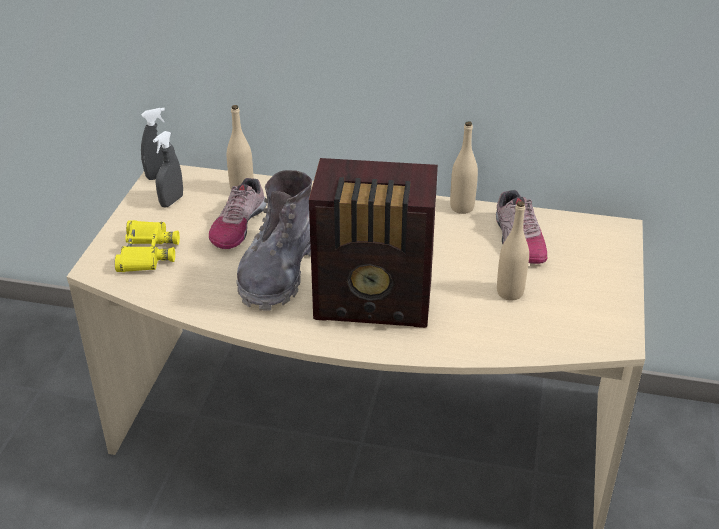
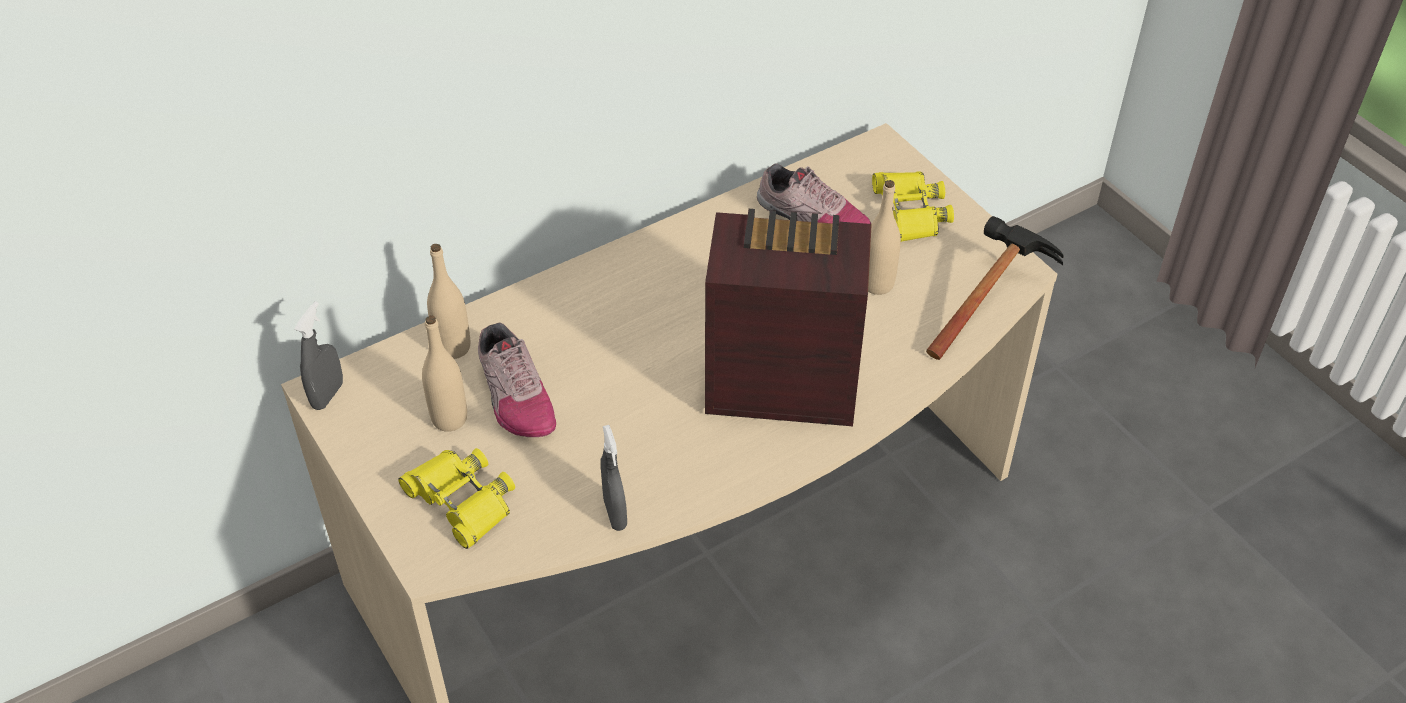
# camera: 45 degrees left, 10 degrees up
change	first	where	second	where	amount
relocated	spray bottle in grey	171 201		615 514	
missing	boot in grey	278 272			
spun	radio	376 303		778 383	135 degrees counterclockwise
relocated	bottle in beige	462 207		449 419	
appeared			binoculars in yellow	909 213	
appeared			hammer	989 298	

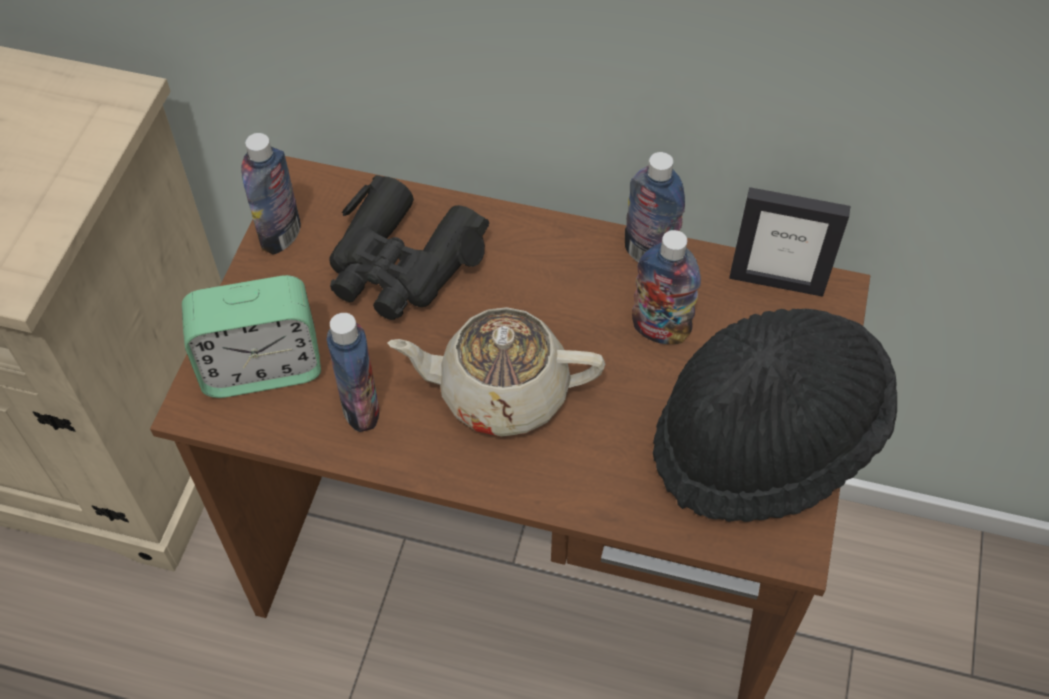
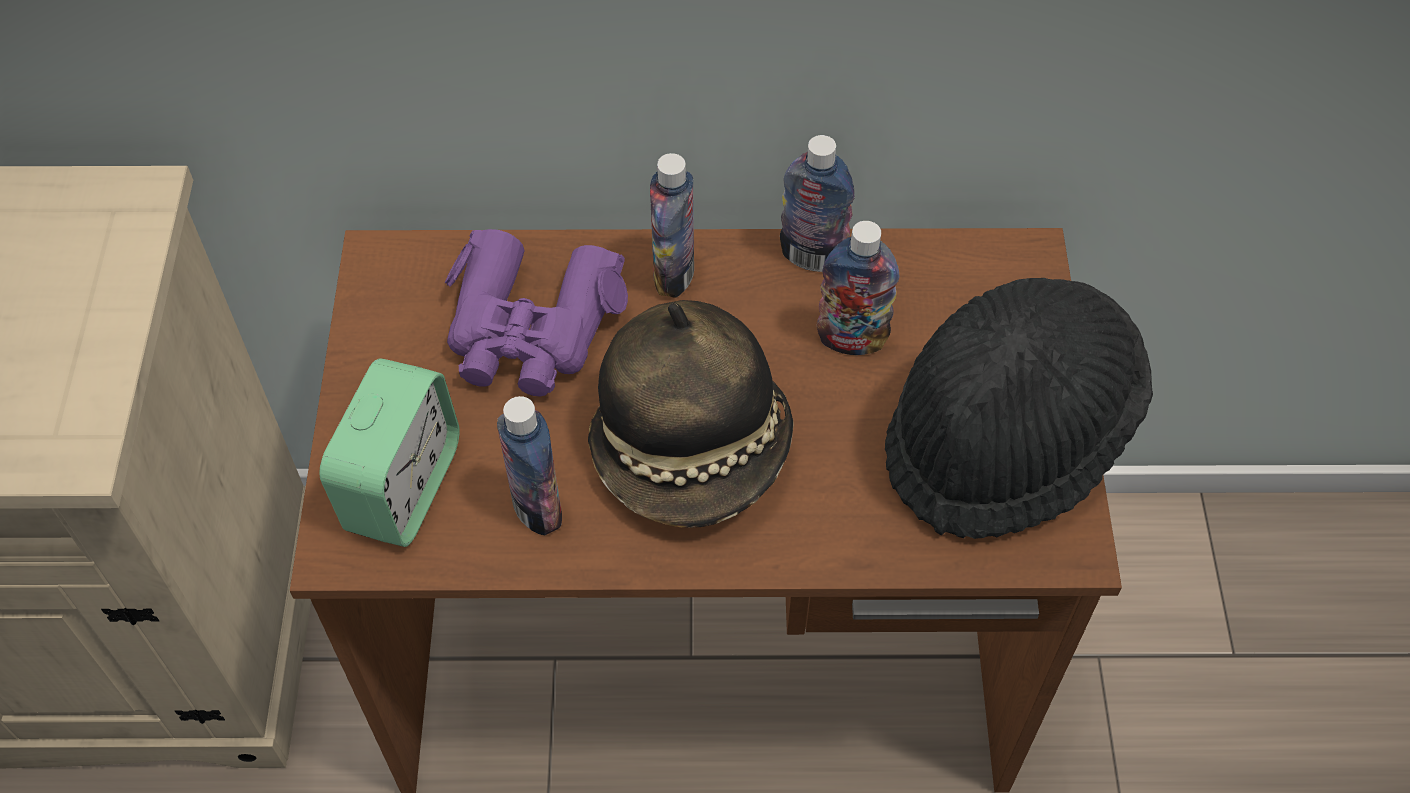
# camera: 15 degrees left, 0 degrees up
change	first	where	second	where	amount
spun	alarm clock	262 367		403 487	45 degrees counterclockwise
relocated	bottle	281 235		674 274	
colour	binoculars in black	401 264	binoculars in purple	530 329	
exchanged	teapot in beige	500 391	hat	694 450	
missing	picture frame	776 281			

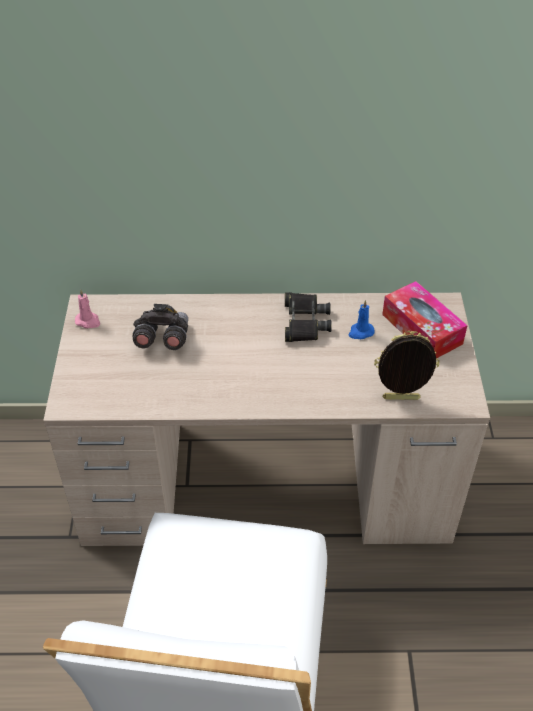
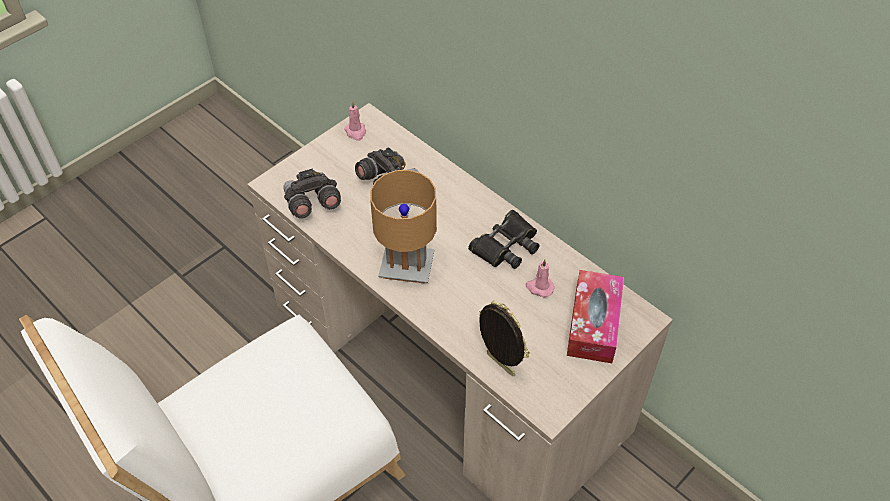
# camera: 45 degrees right, 5 degrees up
change	first	where	second	where	amount
colour	candle in blue	360 332	candle in pink	539 287	
appeared			binoculars in grey	312 204	
appeared			table lamp in brown	407 266	

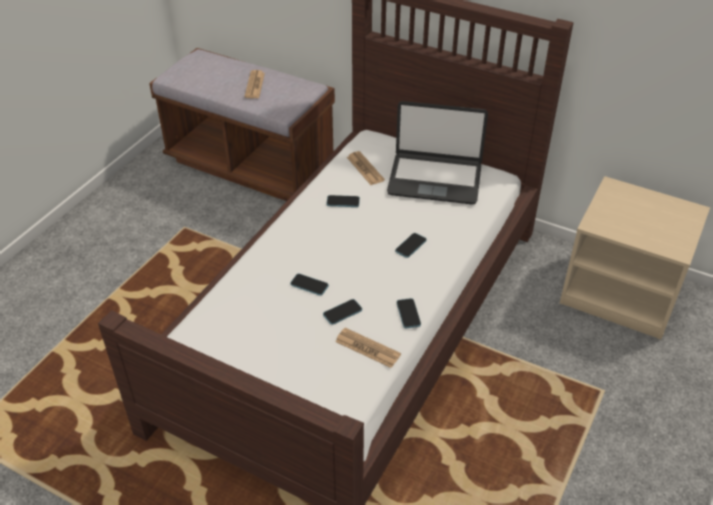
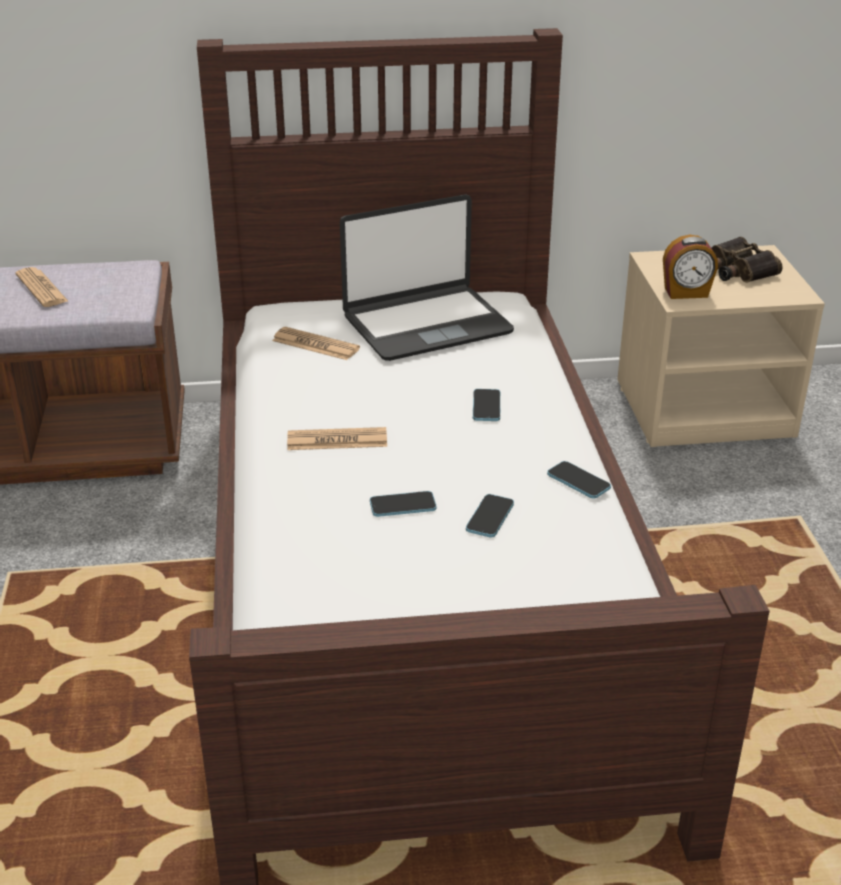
# camera: 35 degrees left, 10 degrees down
change	first	where	second	where	amount
missing	phone	343 202			
relocated	newspaper	367 348		337 440	
appeared			alarm clock	686 293	
appeared			binoculars	736 270	

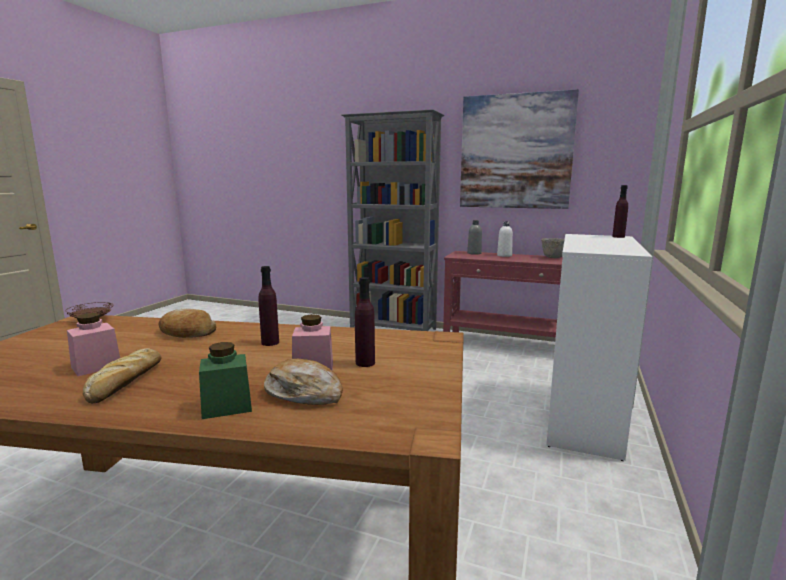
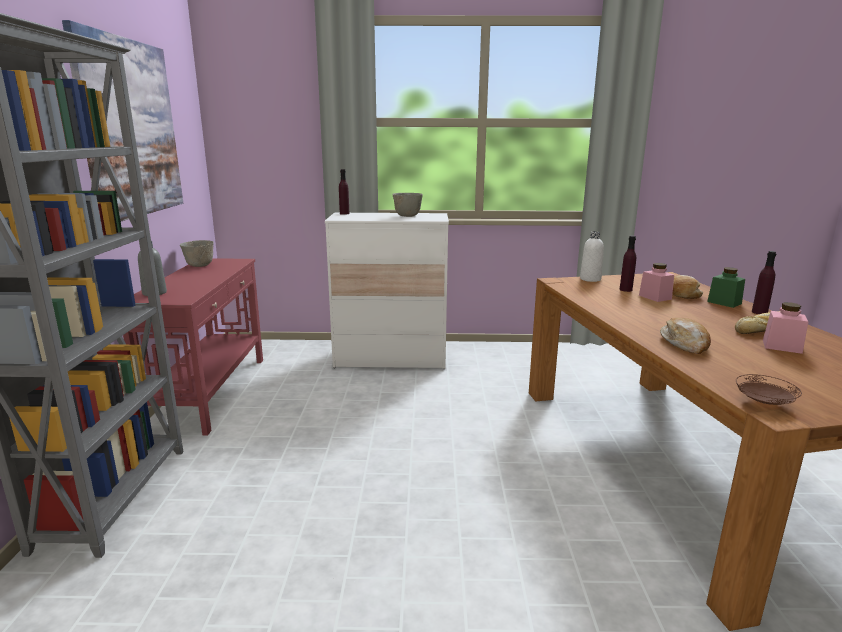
# camera: 110 degrees left, 5 degrees up
change	first	where	second	where	amount
relocated	bottle in purple	270 342		759 312	
relocated	bottle in white	504 255		590 279	
appeared			bowl in grey	407 216	

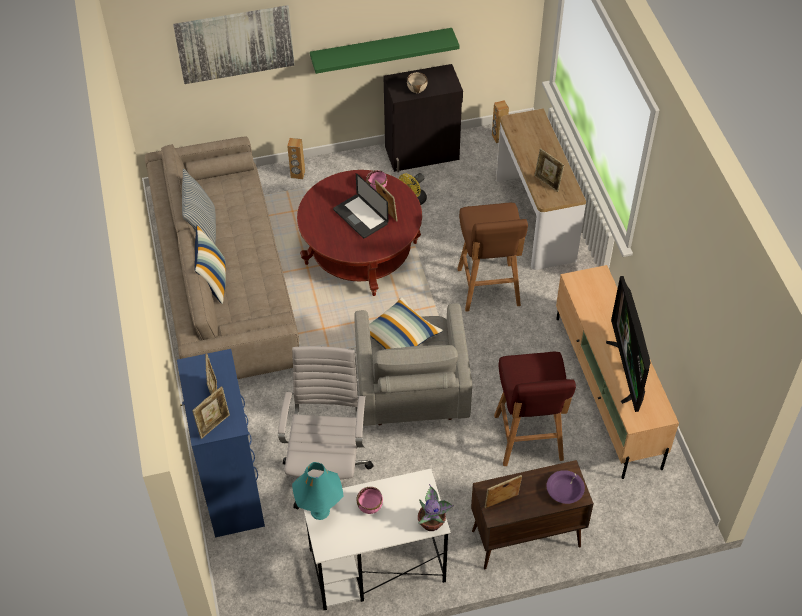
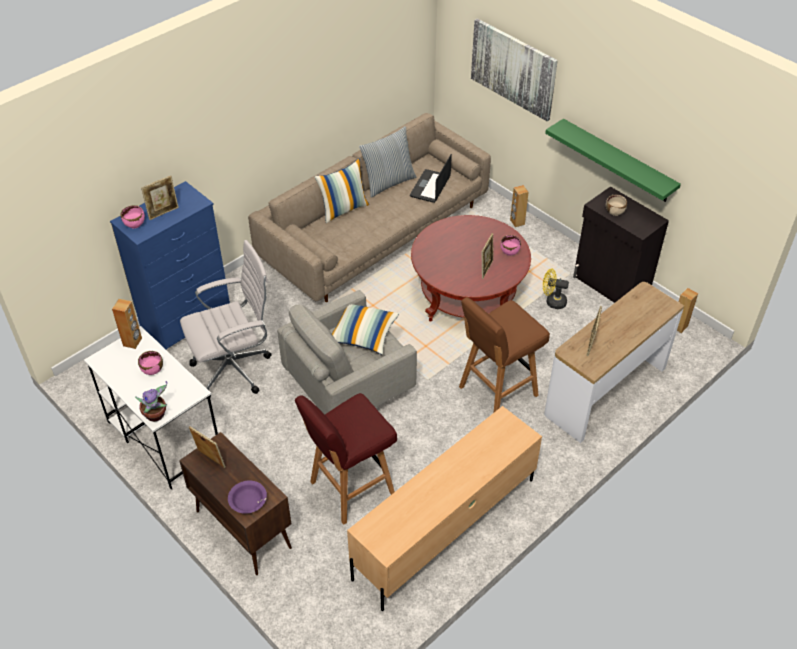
# camera: 60 degrees right, 5 degrees down
change	first	where	second	where	amount
exchanged	picture frame	214 425	bowl in pink	135 224	
exchanged	table lamp in turquoise	320 511	speaker in brown	132 342	
relocated	laptop	360 217		430 187	
missing	television	627 370			

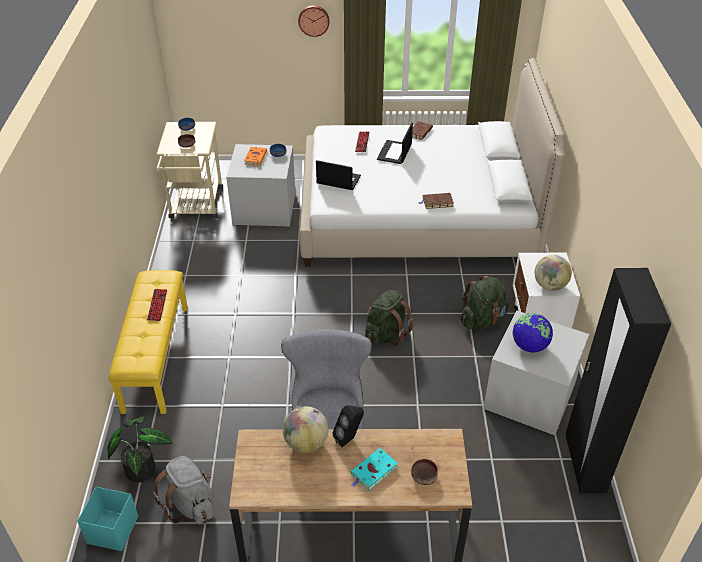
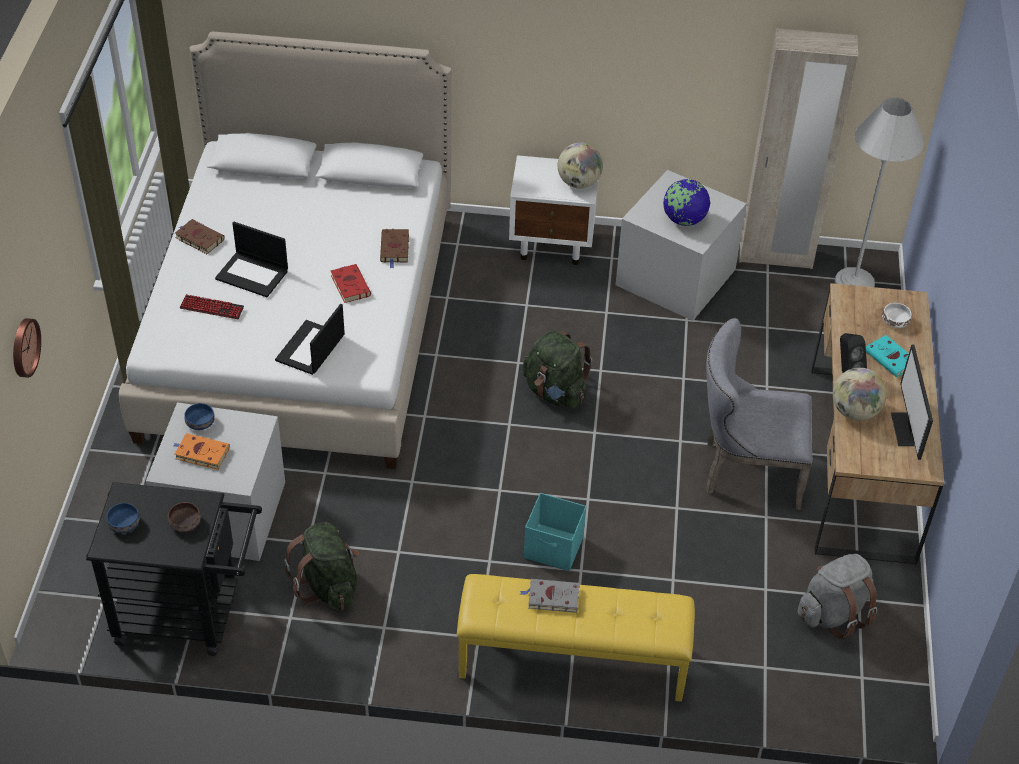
# camera: 85 degrees left, 5 degrees up
change	first	where	second	where	amount
relocated	storage box in turquoise	112 530		554 548	
missing	potted plant	143 467			
exchanged	keyboard	157 305	book in grey	551 597	
colour	cart in beige	196 206	cart in black	189 614	
relocated	wall clock	313 20		23 347	
colour	bowl in brown	423 477	bowl in white	895 321	
relocated	backpack in green	482 320		328 585	
colour	wardrobe in black	584 464	wardrobe in beige	775 256	
appeared			book in red	350 285	
appeared			floor lamp in white	854 282	
appeared			monitor	908 430	

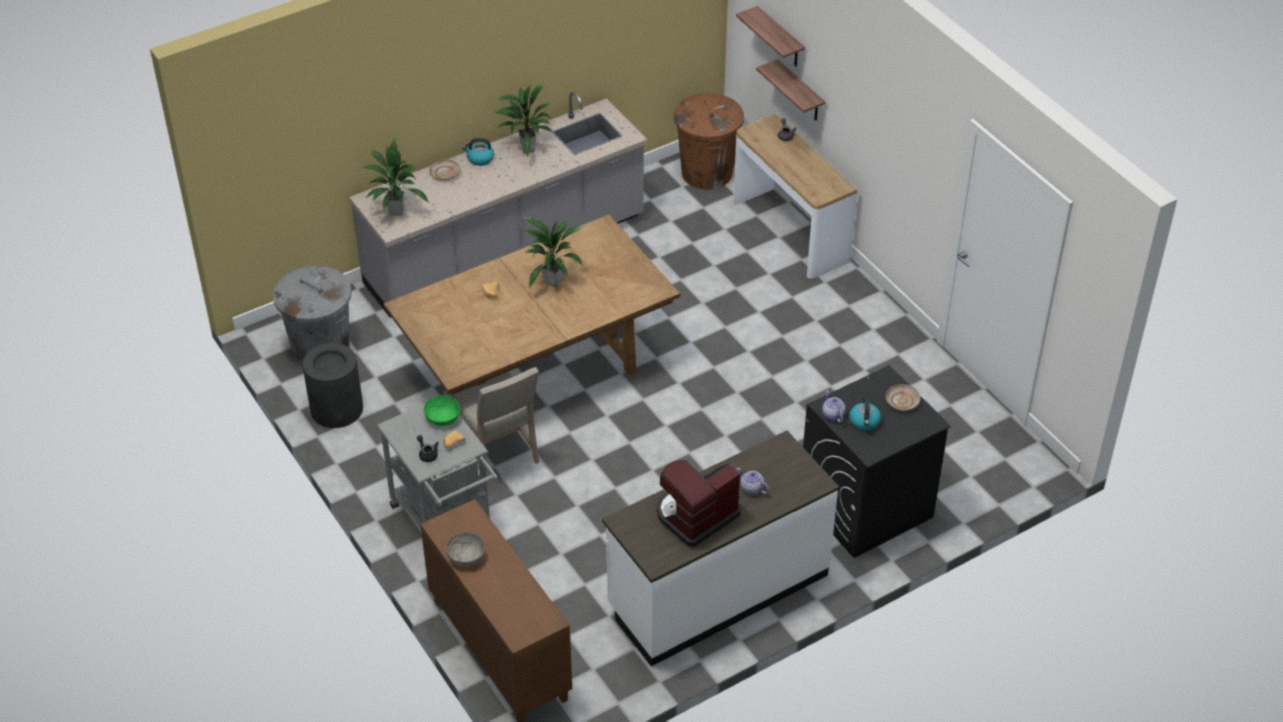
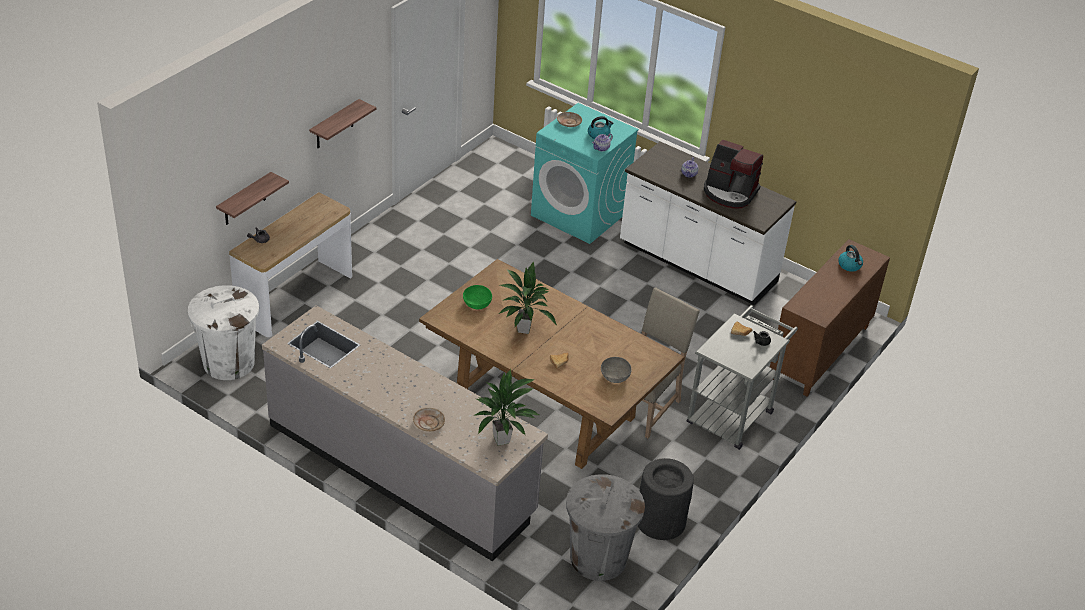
# camera: 115 degrees left, 5 degrees down
change	first	where	second	where	amount
relocated	bowl in green	442 418		477 304	
relocated	bowl in grey	466 556		615 376	
relocated	kettle	480 159		850 265	
missing	potted plant	527 149			
colour	trash can in brown	707 172	trash can in white	228 363	
relocated	shelf	780 38		334 125	
colour	washing machine in black	865 507	washing machine in turquoise	580 214	

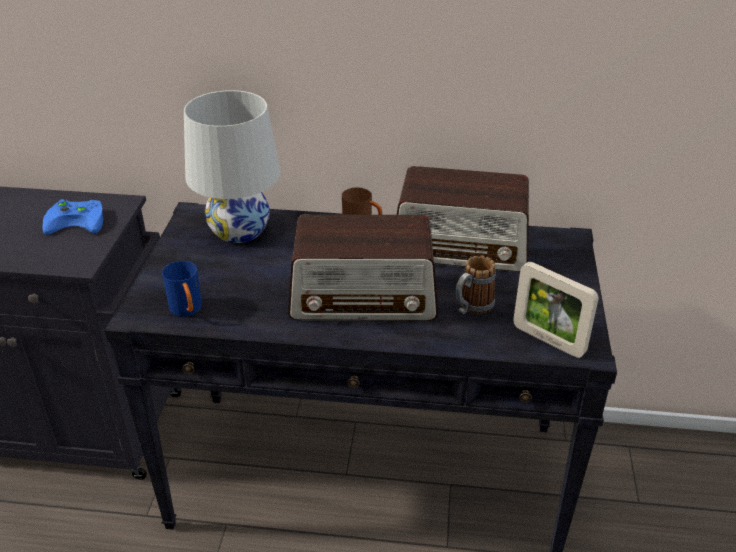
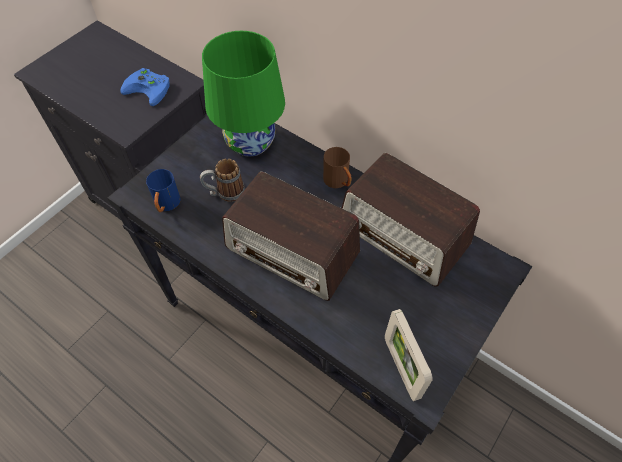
# camera: 30 degrees right, 20 degrees up
change	first	where	second	where	amount
colour	table lamp in white	239 230	table lamp in green	250 142	
relocated	mug	471 308		225 193	

